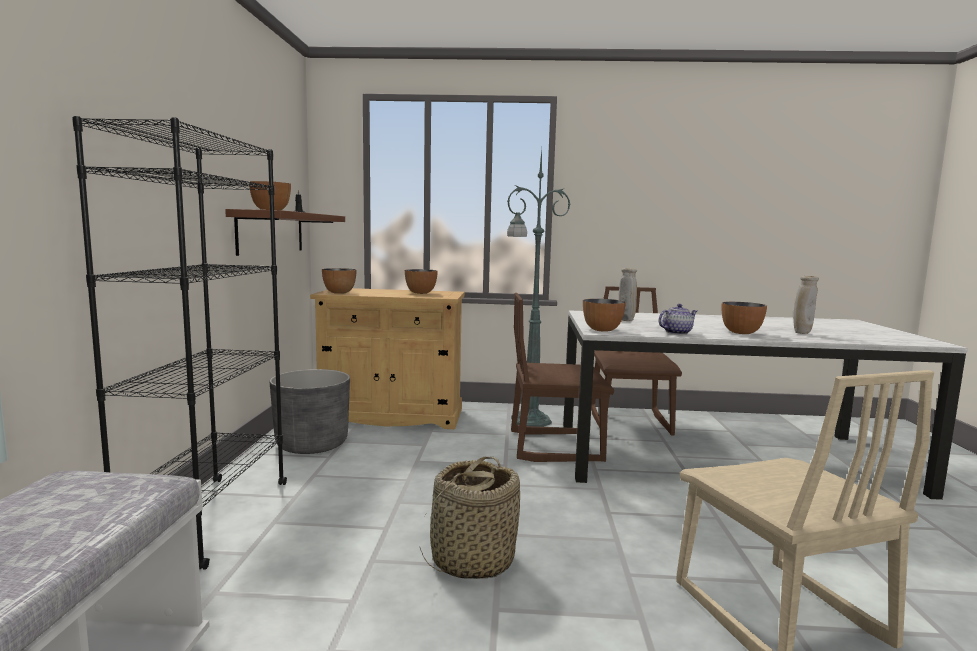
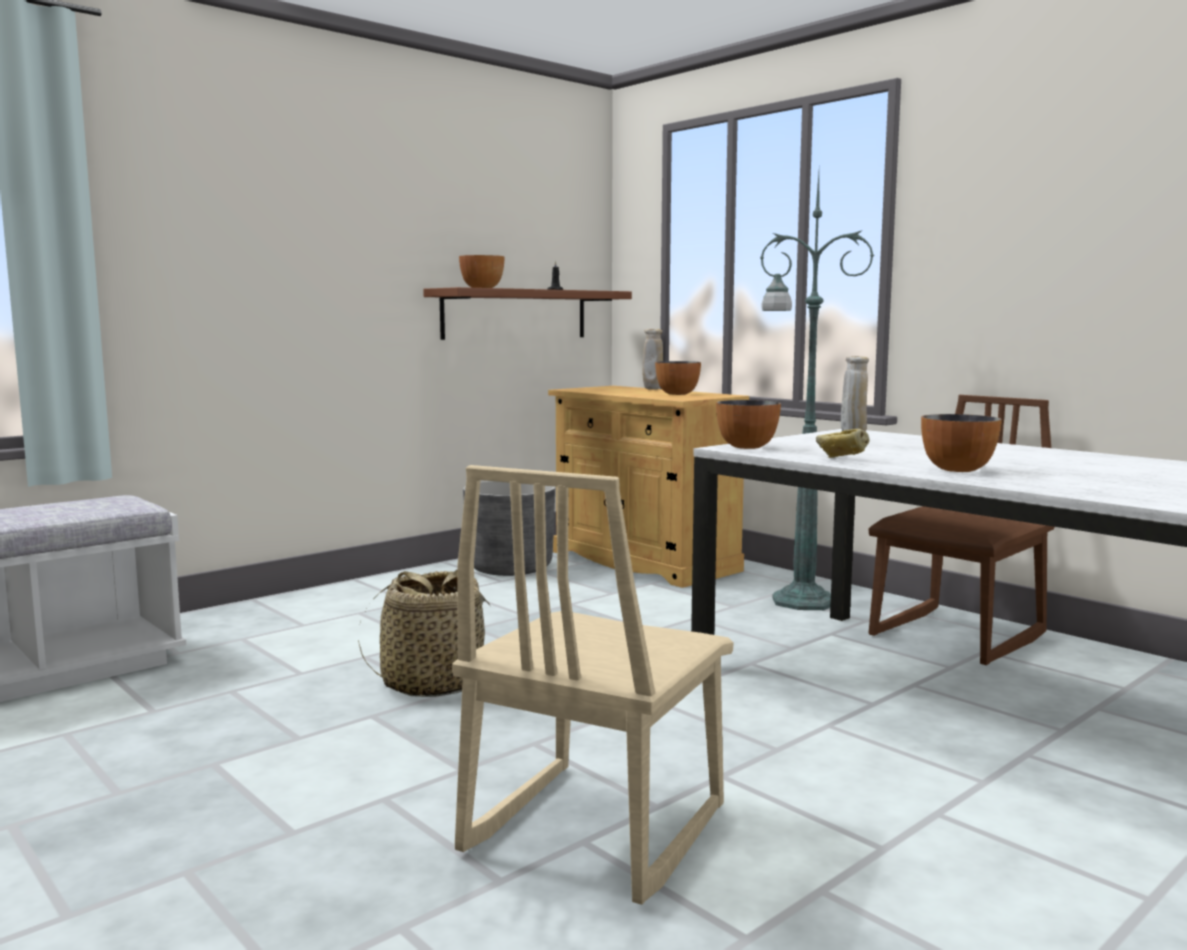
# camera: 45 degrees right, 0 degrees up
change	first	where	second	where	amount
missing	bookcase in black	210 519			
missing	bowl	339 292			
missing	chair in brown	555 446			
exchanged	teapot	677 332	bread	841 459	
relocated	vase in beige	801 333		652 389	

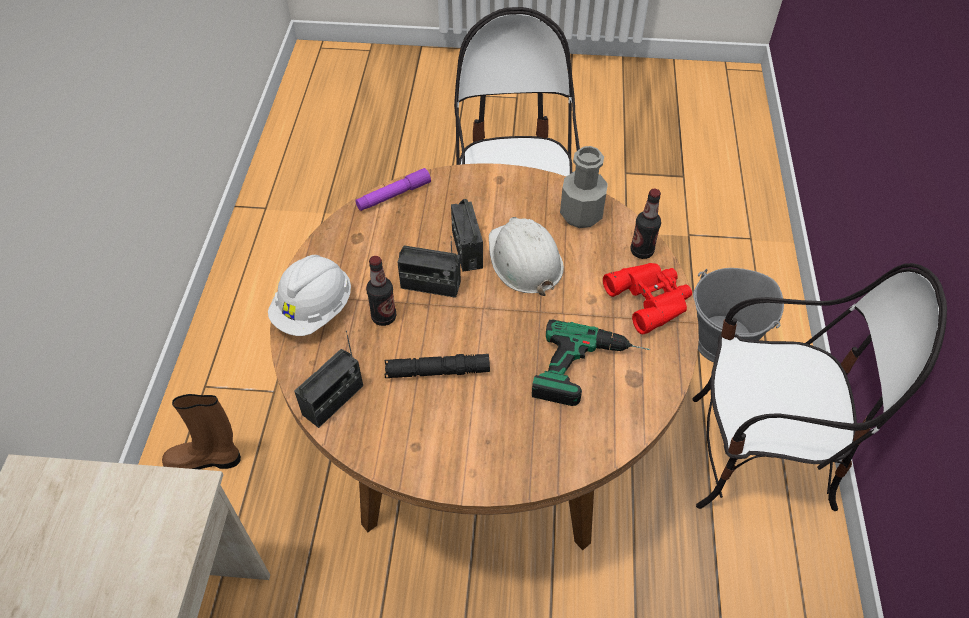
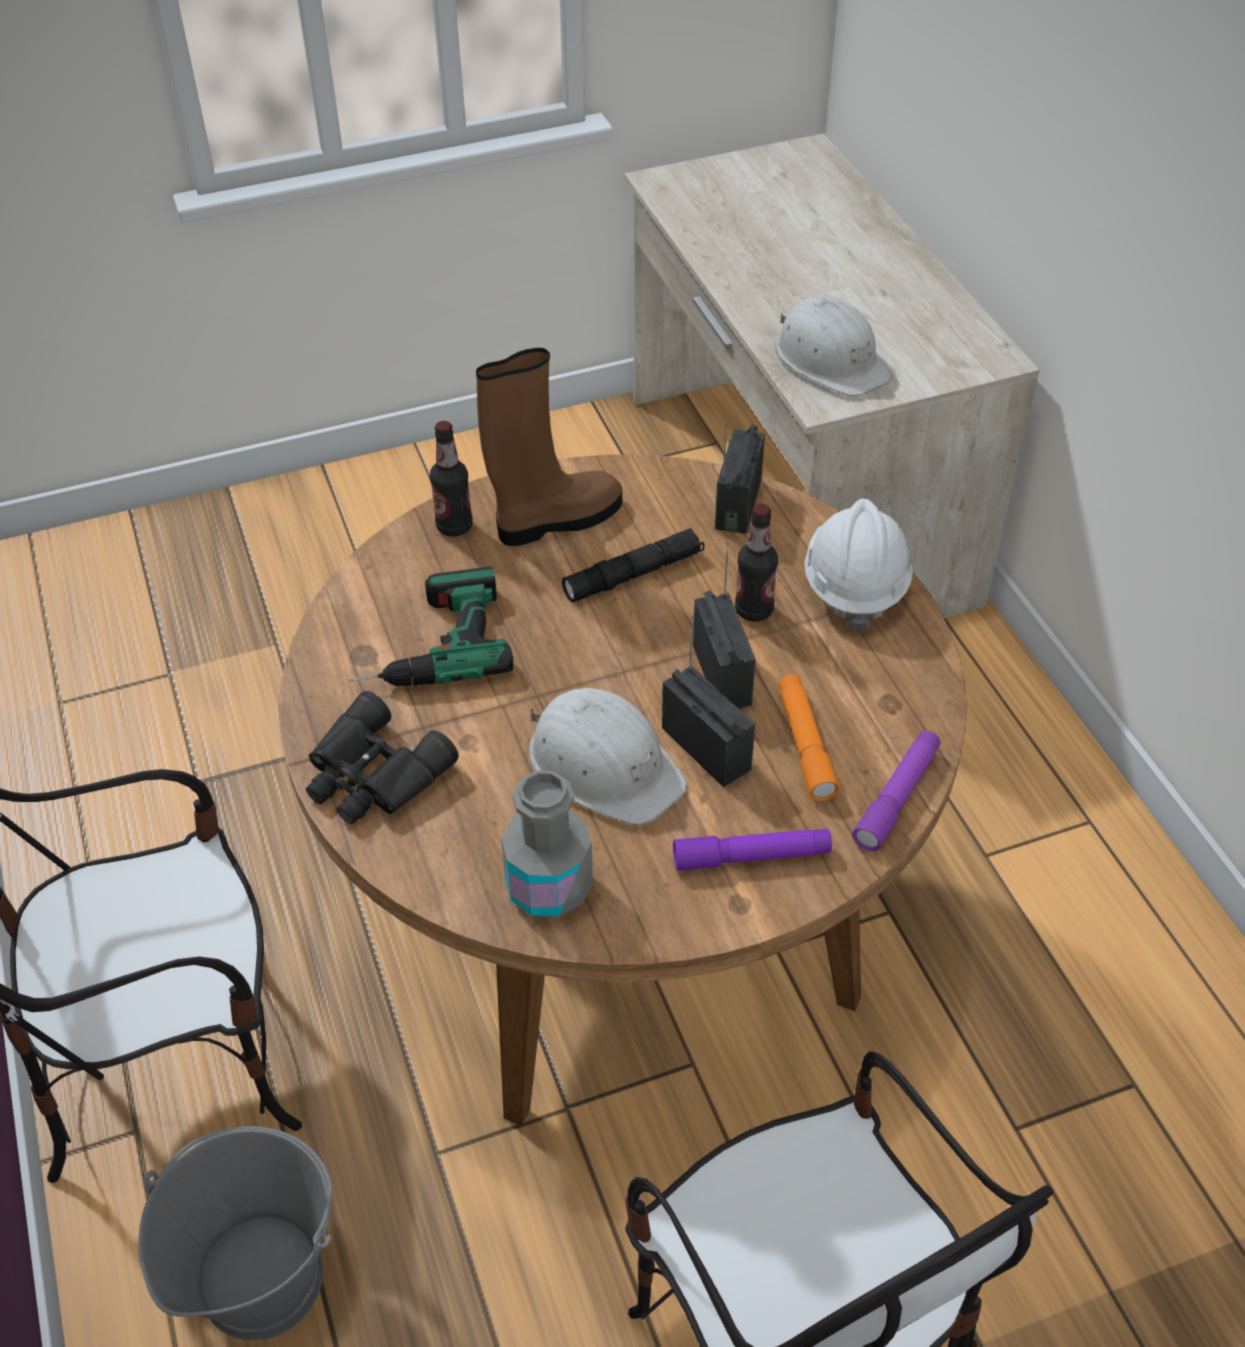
# camera: 155 degrees right, 5 degrees down
change	first	where	second	where	amount
relocated	boot in brown	206 460		556 520	
spun	radio	430 285		722 675	90 degrees clockwise
colour	binoculars in red	651 298	binoculars in black	372 776	
relocated	bottle	641 251		454 526	
appeared			flashlight in purple	751 857	
appeared			hard hat in white	831 359	
appeared			flashlight in orange	805 744	

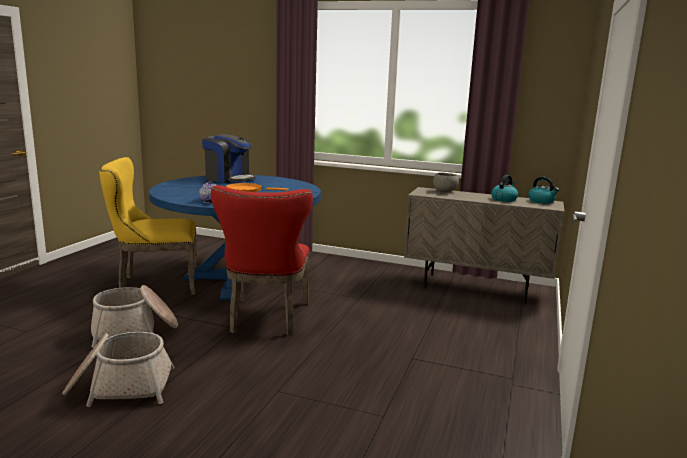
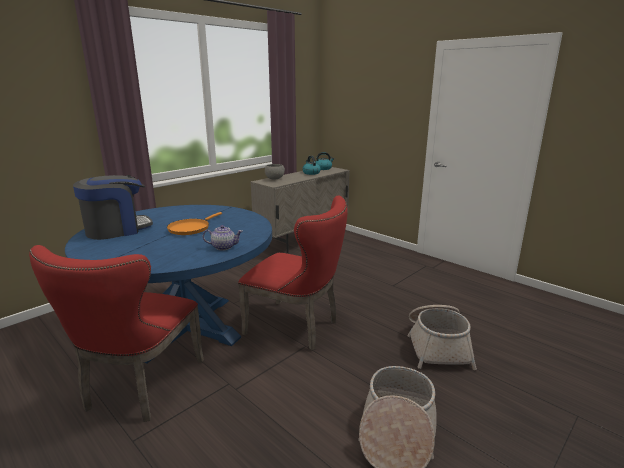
# camera: 65 degrees left, 5 degrees up
change	first	where	second	where	amount
relocated	basket	134 330		437 346	
colour	chair in yellow	154 284	chair in red	139 387	

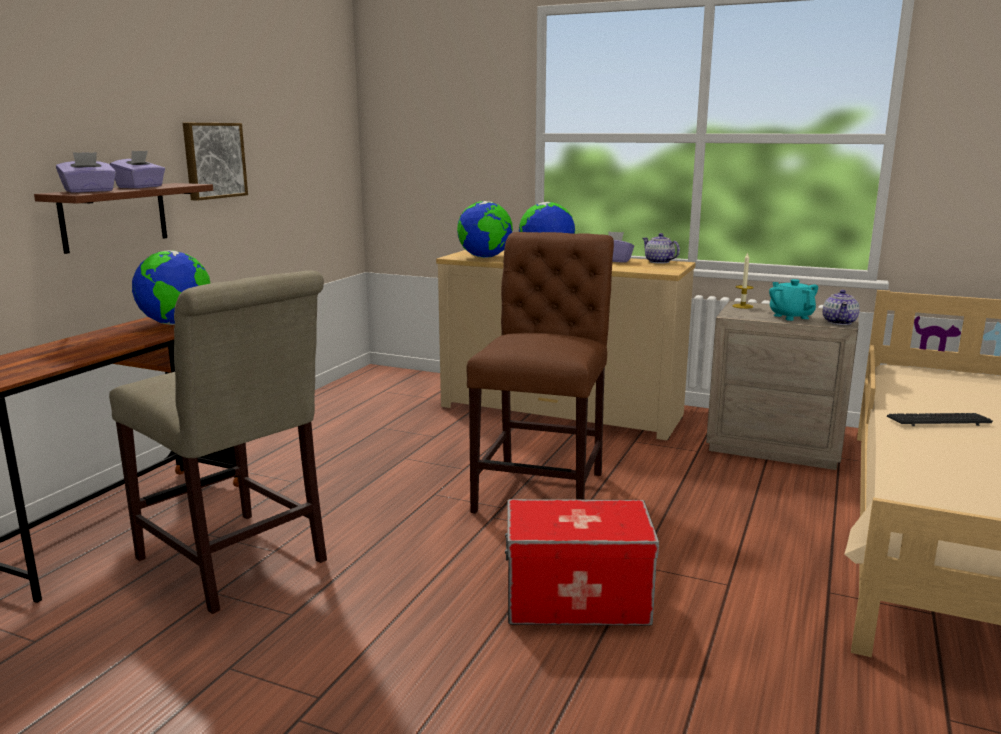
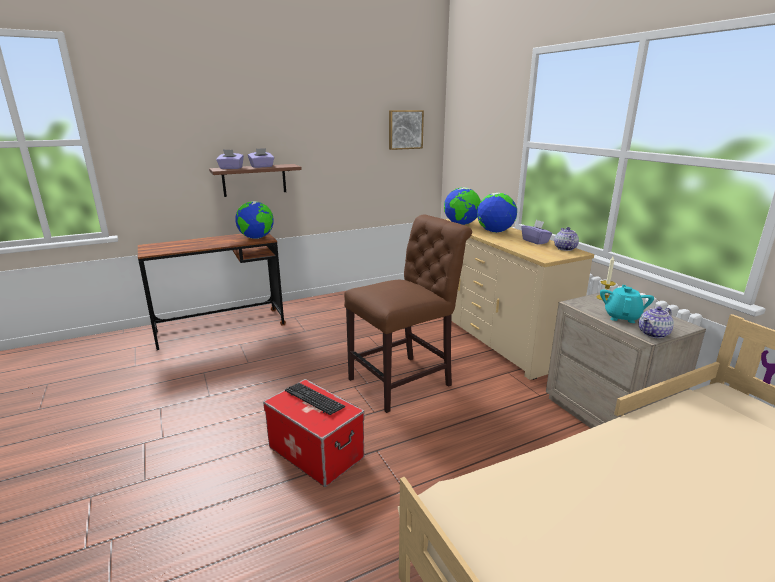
# camera: 40 degrees right, 5 degrees up
change	first	where	second	where	amount
missing	chair in beige	236 563			
relocated	picture	213 160		405 129	
relocated	keyboard	938 421		314 399	

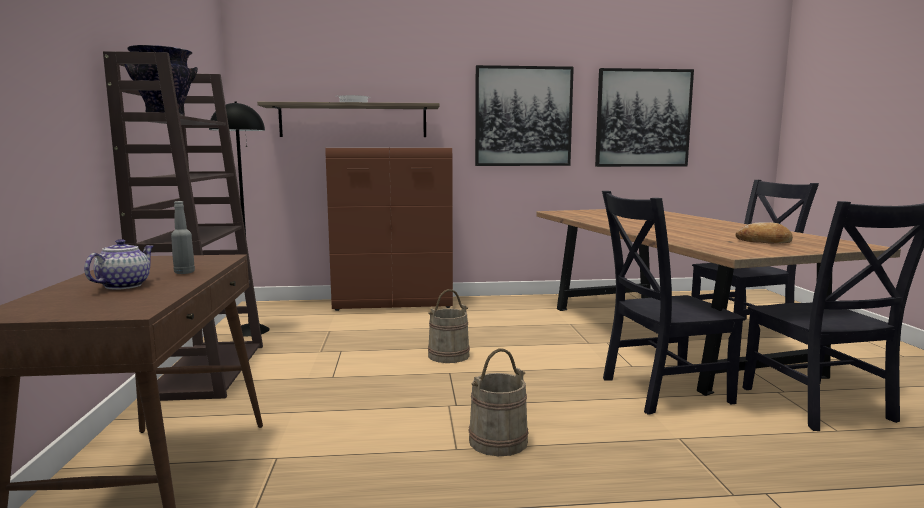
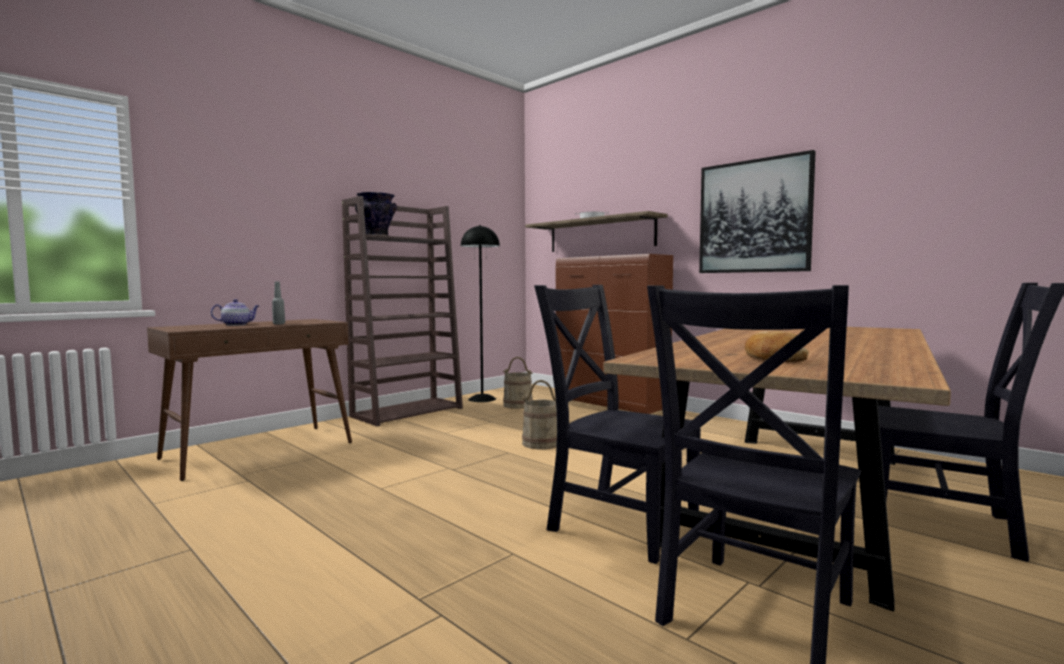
# camera: 50 degrees right, 5 degrees down
change	first	where	second	where	amount
relocated	bucket in beige	498 441		518 405	
missing	picture	643 118			

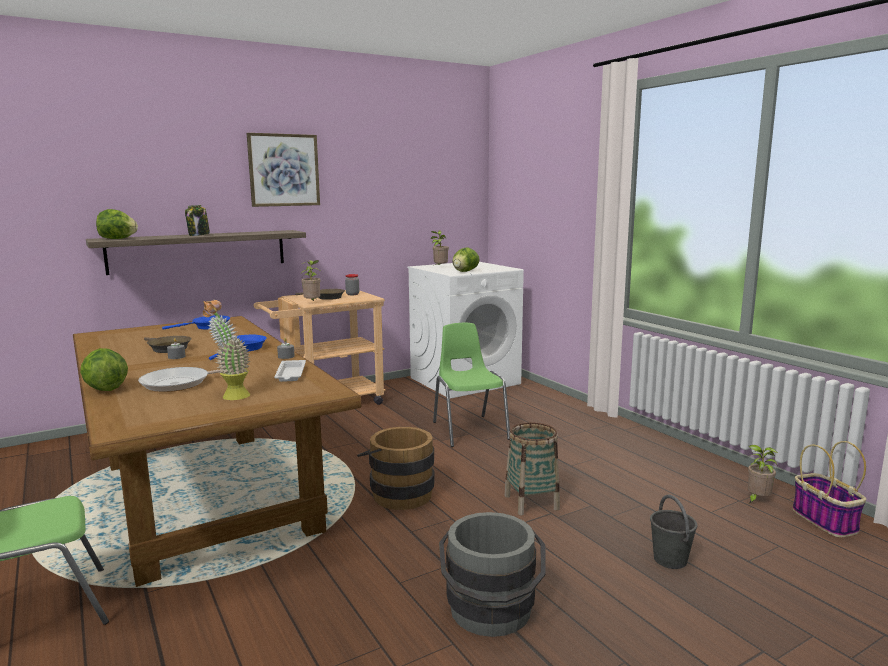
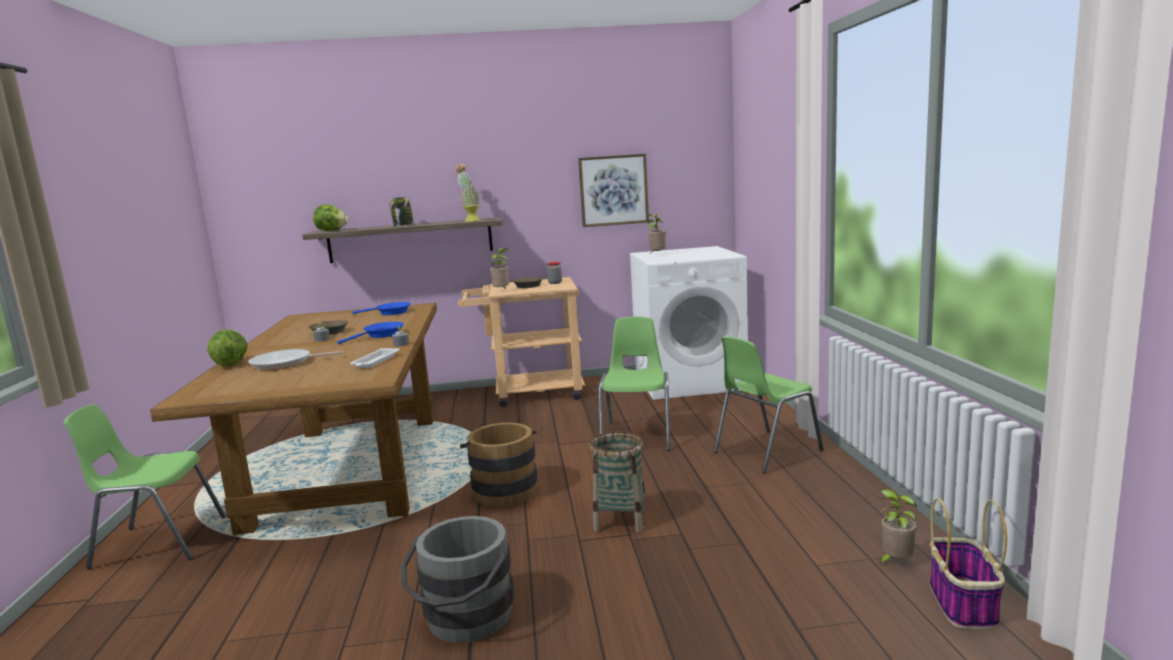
# camera: 25 degrees right, 0 degrees up
change	first	where	second	where	amount
relocated	potted plant	230 395		470 220	
relocated	picture	284 170		613 190	
missing	lettuce	464 271			
missing	bucket in grey	670 560			
appeared			chair in green	765 451	

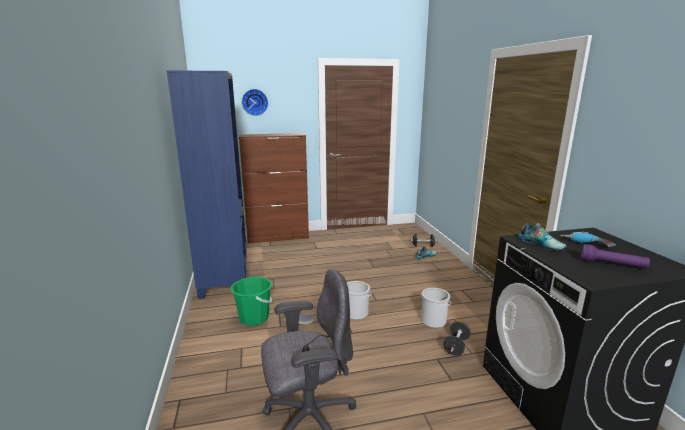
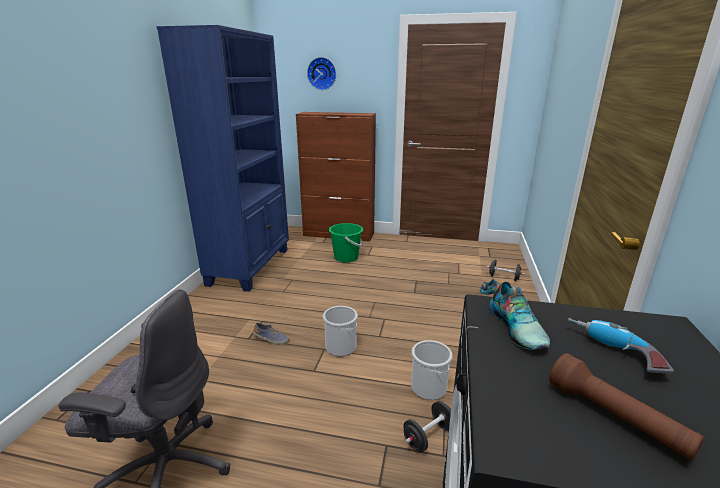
# camera: 25 degrees right, 5 degrees up
change	first	where	second	where	amount
relocated	bucket in green	254 318		346 257	
colour	flashlight in purple	612 264	flashlight in brown	615 418	

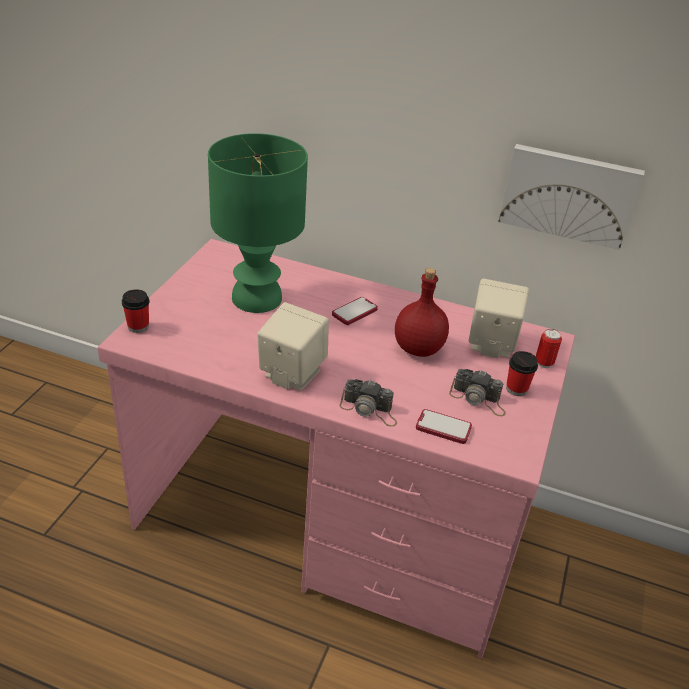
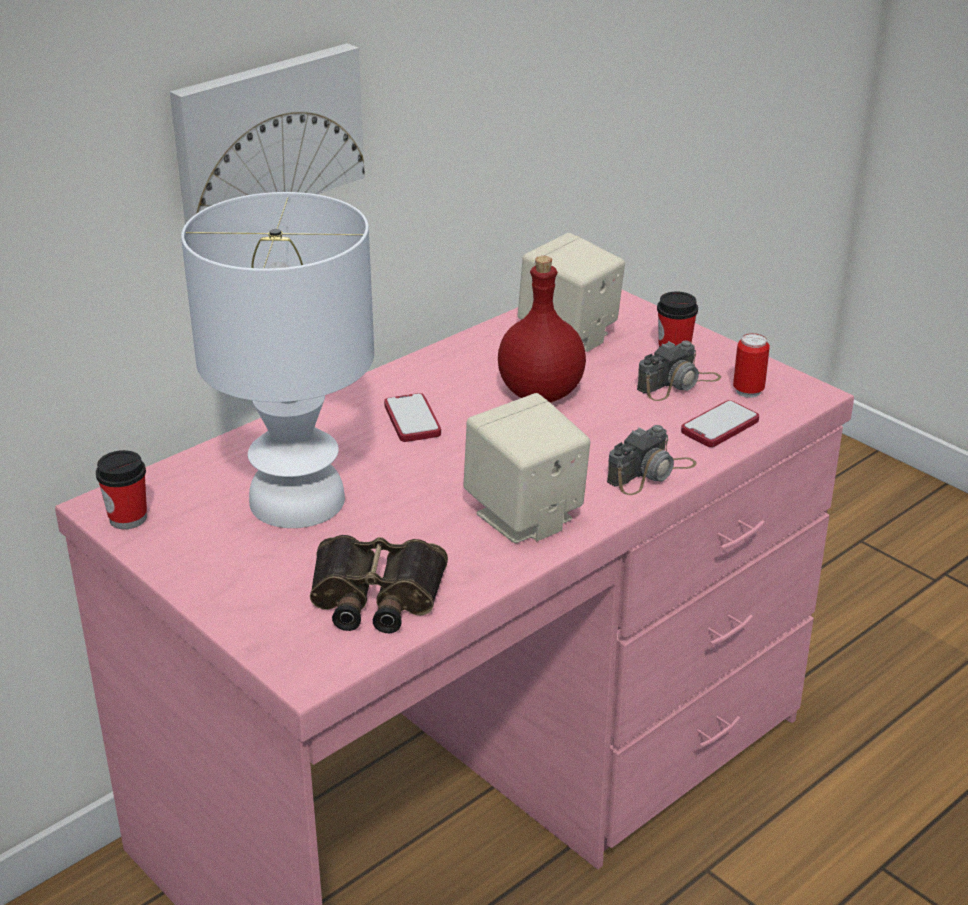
# camera: 60 degrees left, 5 degrees down
change	first	where	second	where	amount
relocated	cup	138 326		128 518	
colour	table lamp in green	258 297	table lamp in white	296 499	
relocated	picture	569 194		266 134	
relocated	can	544 363		748 391	
appeared			binoculars	375 597	

